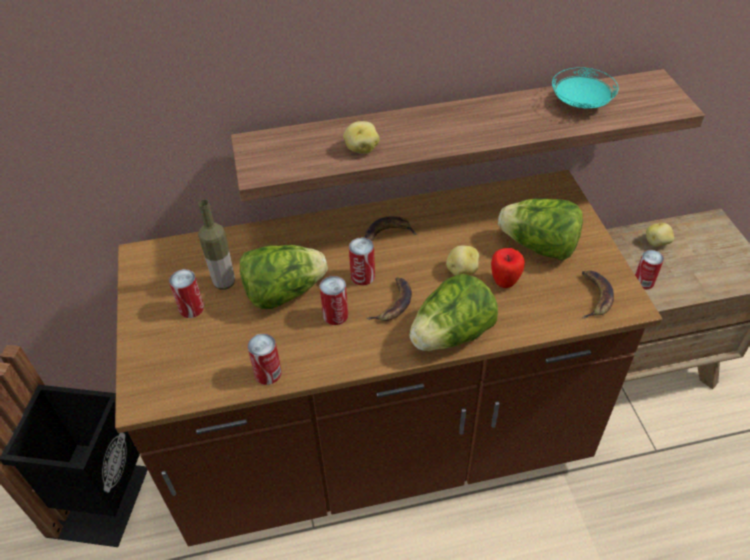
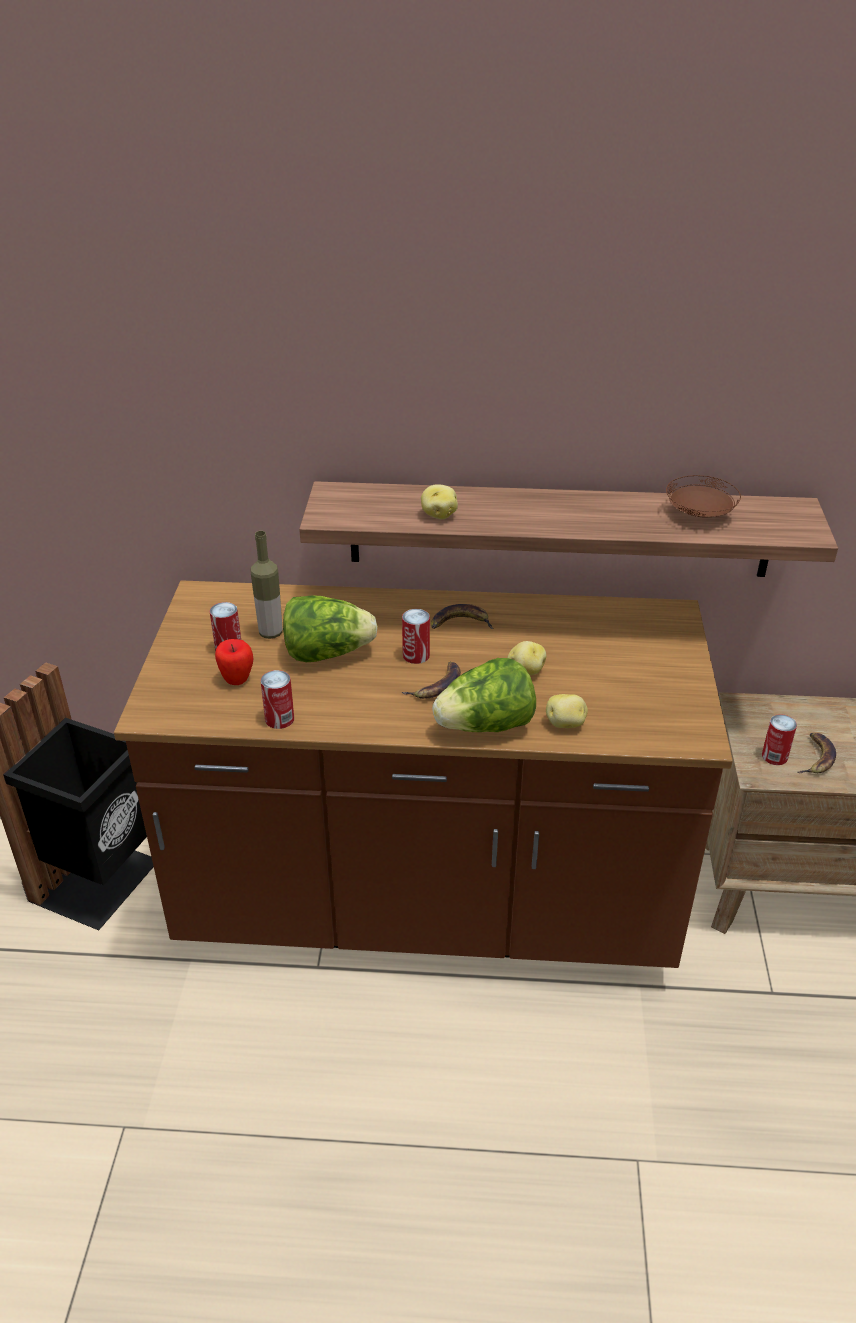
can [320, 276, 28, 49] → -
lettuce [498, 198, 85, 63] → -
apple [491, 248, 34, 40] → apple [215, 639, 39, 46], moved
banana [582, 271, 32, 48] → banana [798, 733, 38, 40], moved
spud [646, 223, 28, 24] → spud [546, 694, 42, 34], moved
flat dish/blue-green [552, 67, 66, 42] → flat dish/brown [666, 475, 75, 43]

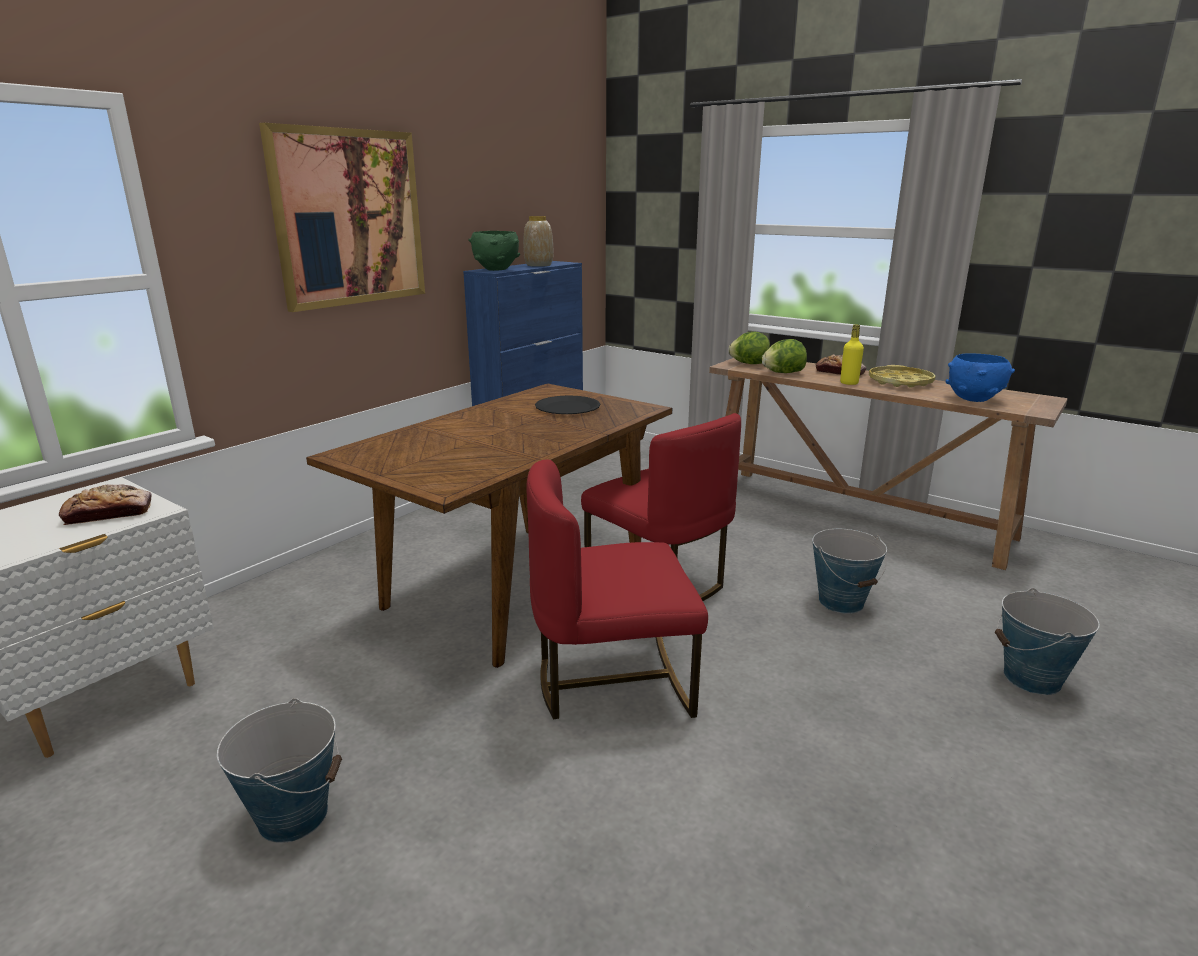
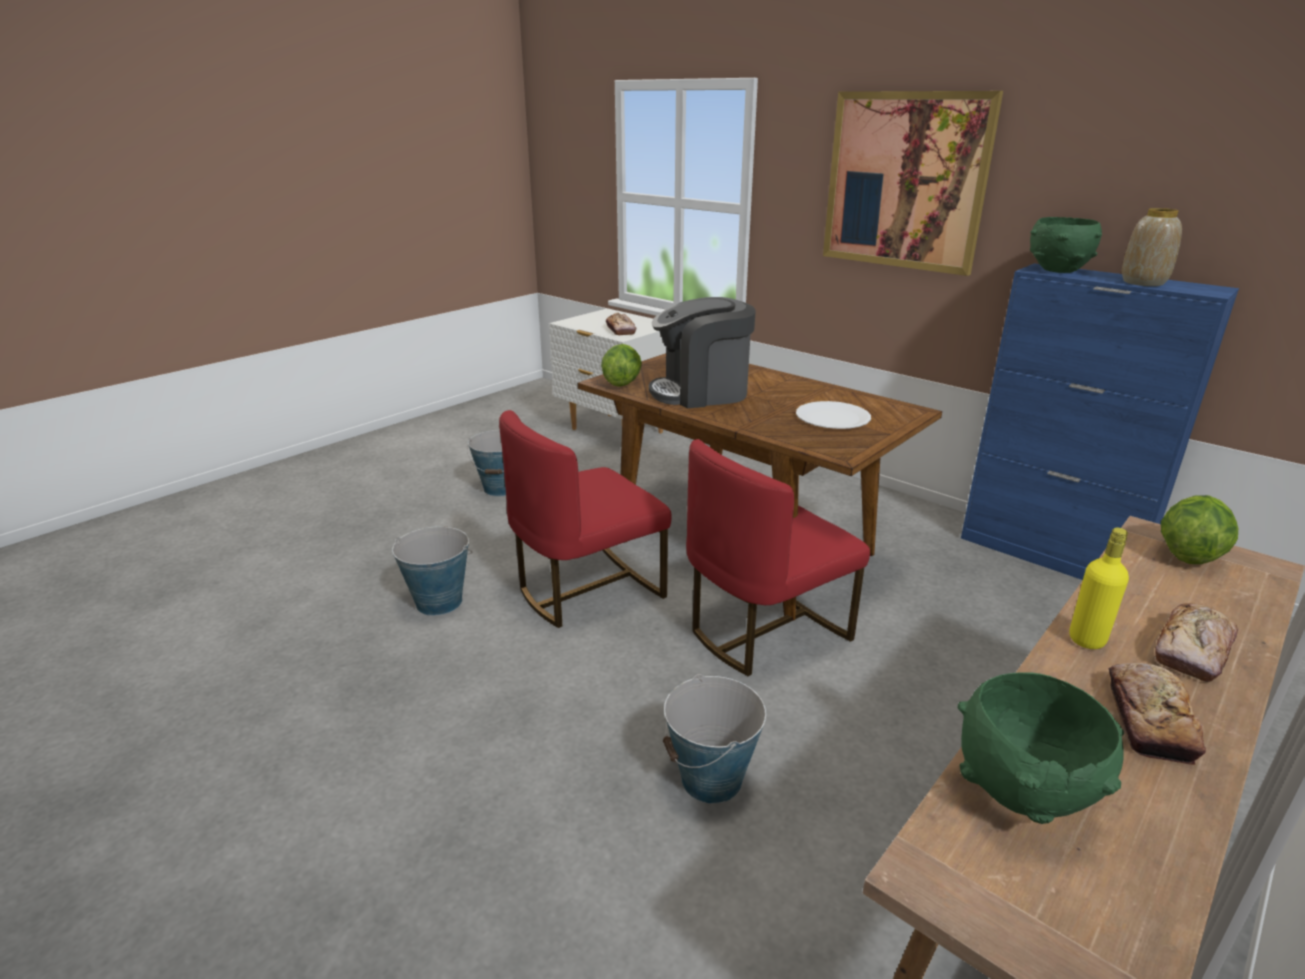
- → coffee machine [649, 297, 107, 111]
lettuce [762, 339, 45, 34] → lettuce [601, 344, 41, 43], moved
water bucket [995, 588, 105, 107] → water bucket [392, 526, 81, 90], moved
serving tray/yellowish [869, 365, 67, 23] → bread [1109, 663, 97, 102]
flat dish/blackish [535, 395, 65, 19] → flat dish/whitish [796, 401, 75, 28]
bowl/bluish [946, 353, 69, 49] → bowl/green [957, 672, 167, 152]
plain chair/red [527, 460, 181, 259] → plain chair/red [499, 410, 173, 218], 120 degrees counterclockwise

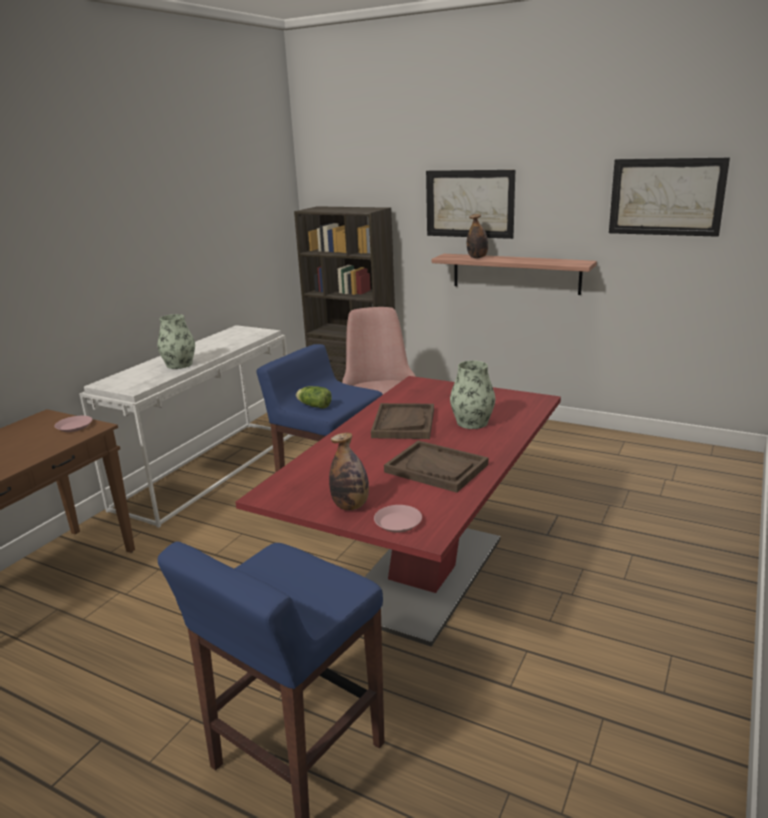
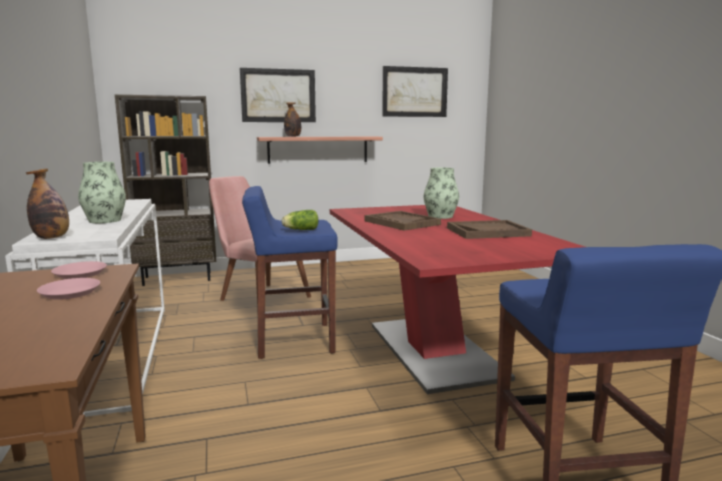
drink bottle [329, 433, 40, 77] → drink bottle [26, 168, 43, 71], moved
flat dish/pink-coloured [374, 505, 48, 27] → flat dish/pink-coloured [37, 278, 63, 22], moved

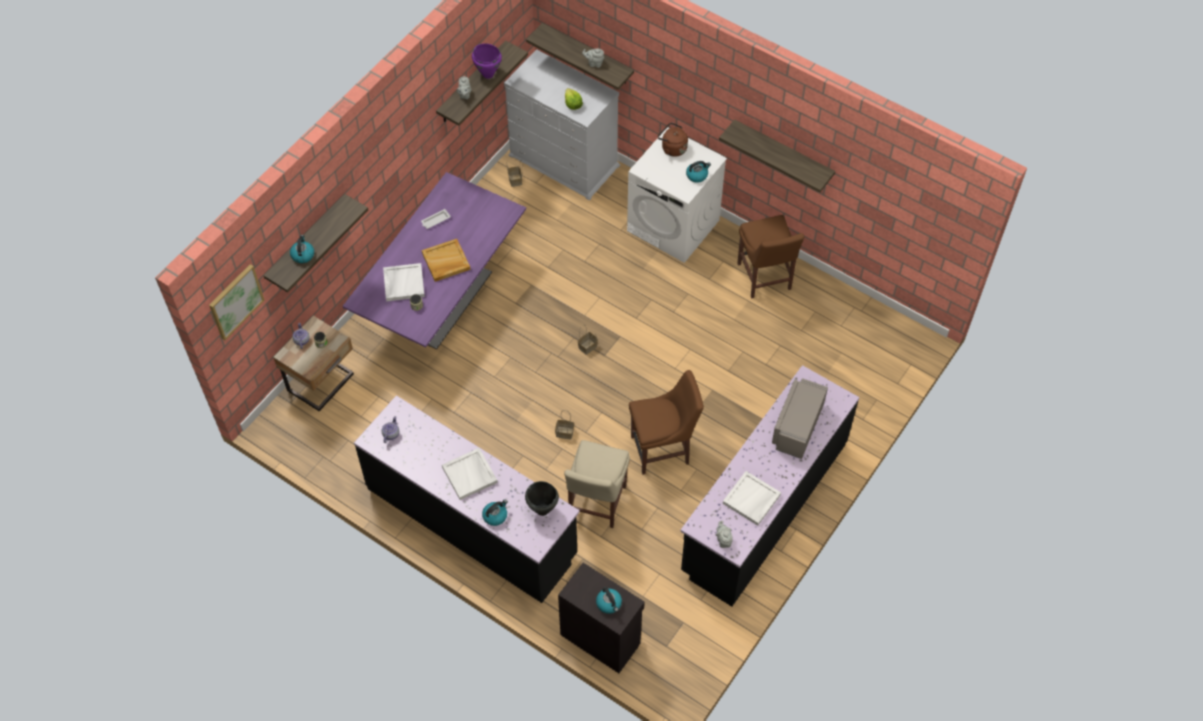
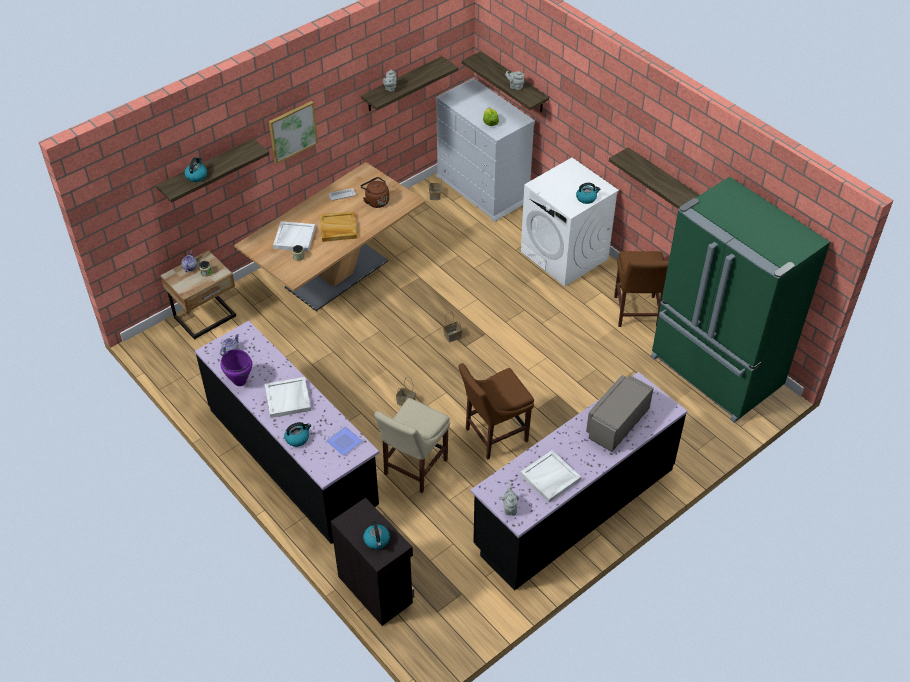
- → refrigerator/green [650, 177, 180, 246]
picture [209, 264, 55, 76] → picture [269, 101, 49, 63], moved
saucepot/purplish [472, 43, 30, 36] → saucepot/purplish [220, 349, 32, 37], moved
tea kettle/brown [658, 122, 30, 35] → tea kettle/brown [361, 177, 28, 31], moved
saucepot/blackish [525, 481, 34, 35] → flat dish [326, 426, 36, 30]
dinner table/purplish [343, 172, 183, 178] → dinner table/beige-coloured [234, 162, 192, 149]
plain chair/brown [629, 370, 75, 105] → plain chair/brown [458, 363, 76, 96], 150 degrees clockwise

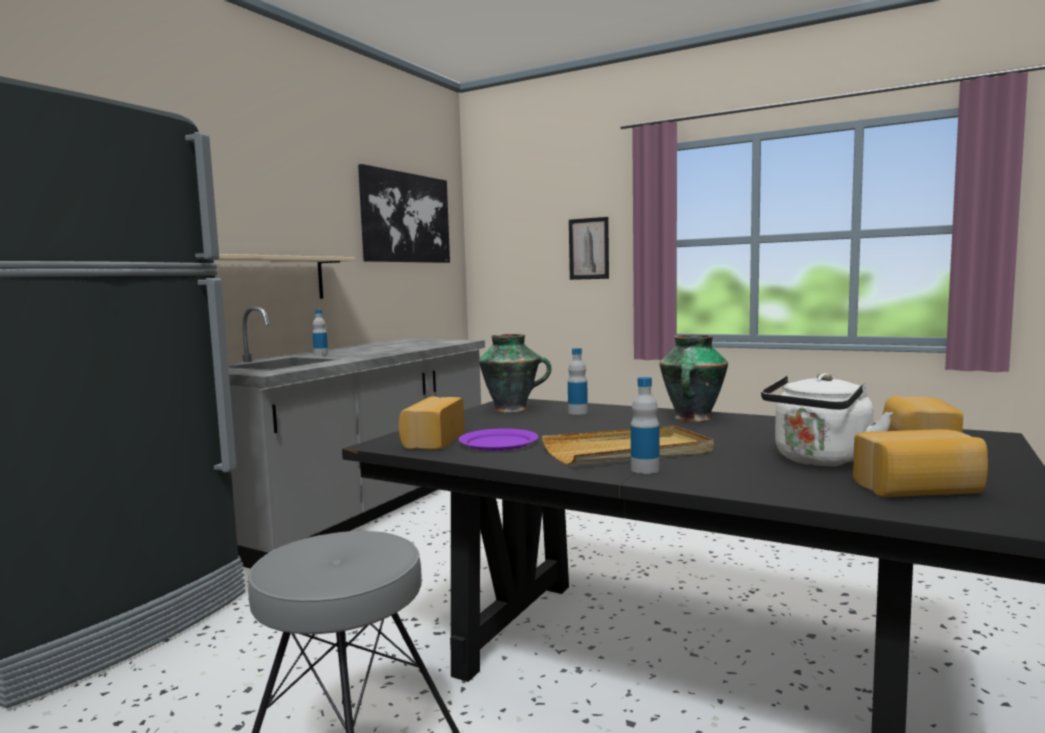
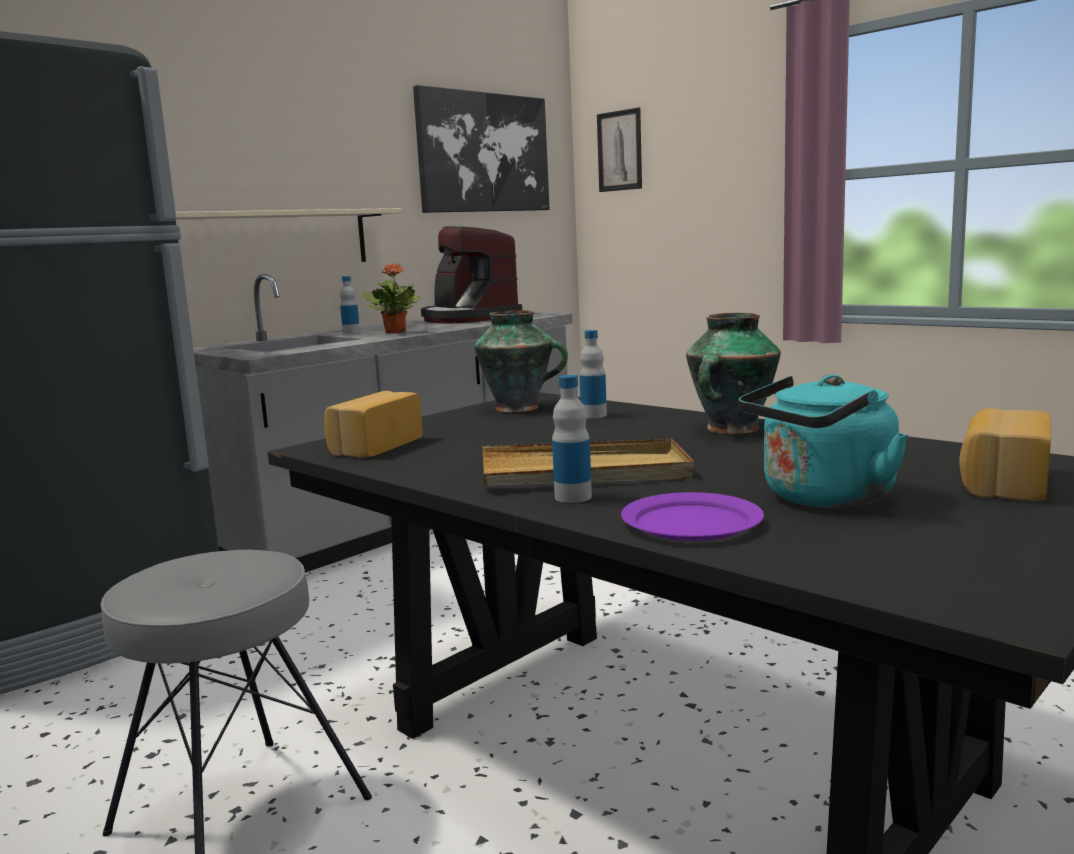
bread [853, 429, 135, 68] → -
- → potted plant [363, 263, 56, 70]
- → coffee machine [421, 226, 101, 97]
flat dish/purplish [458, 429, 80, 22] → flat dish/purplish [621, 492, 143, 49], moved
picture [569, 217, 40, 63] → picture [597, 107, 45, 85], moved
tea kettle/whitish [761, 373, 132, 94] → tea kettle/blue-green [739, 374, 169, 134]

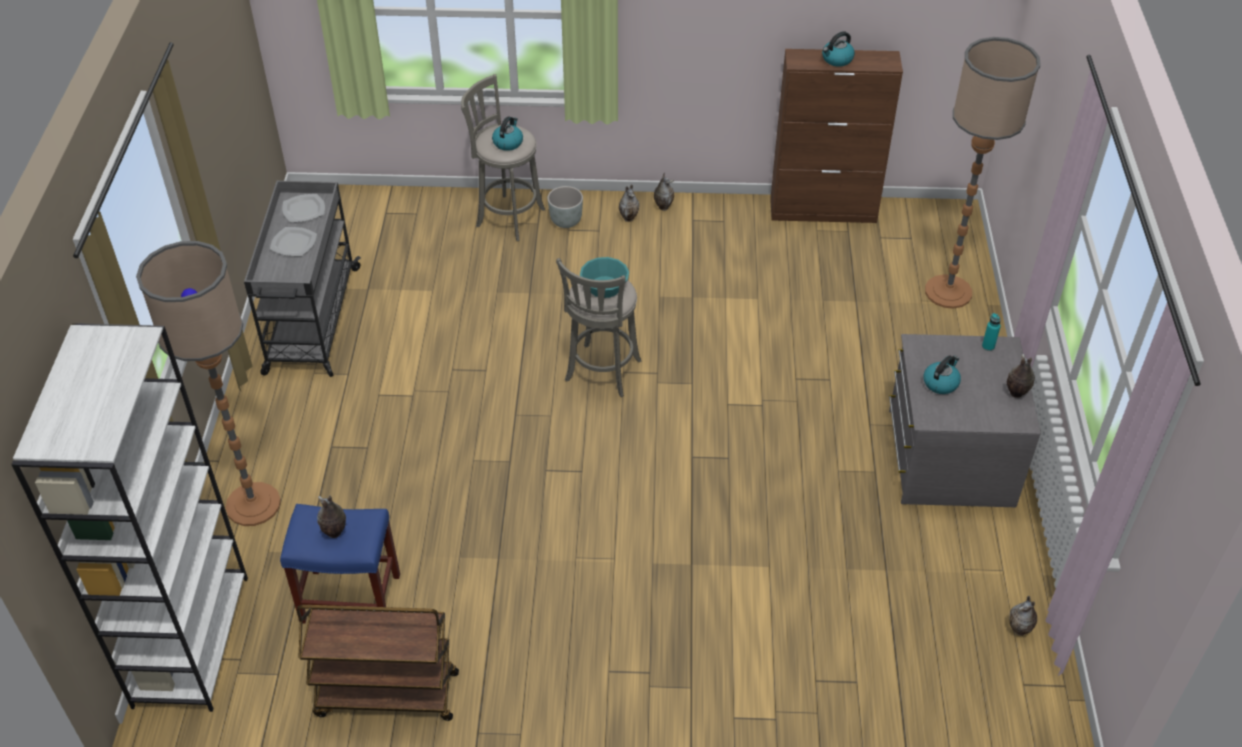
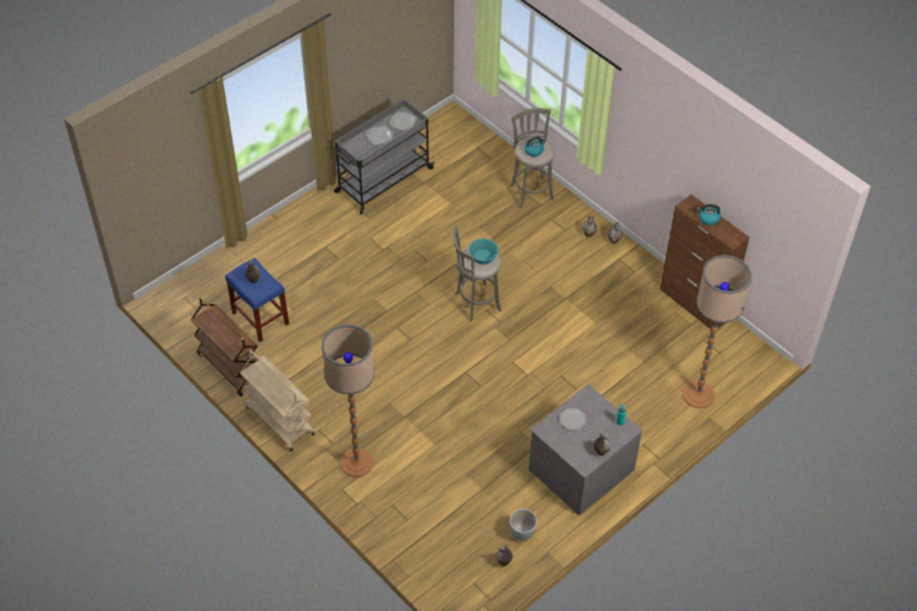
bookcase/whitish [11, 323, 237, 389] → -
- → cart/beige-coloured [240, 350, 75, 101]
standing lamp [136, 241, 145, 285] → standing lamp [322, 324, 52, 153], moved
flower pot/gray [548, 186, 35, 42] → flower pot/gray [510, 509, 27, 32], moved
tea kettle [923, 356, 38, 38] → flat dish [560, 408, 26, 22]

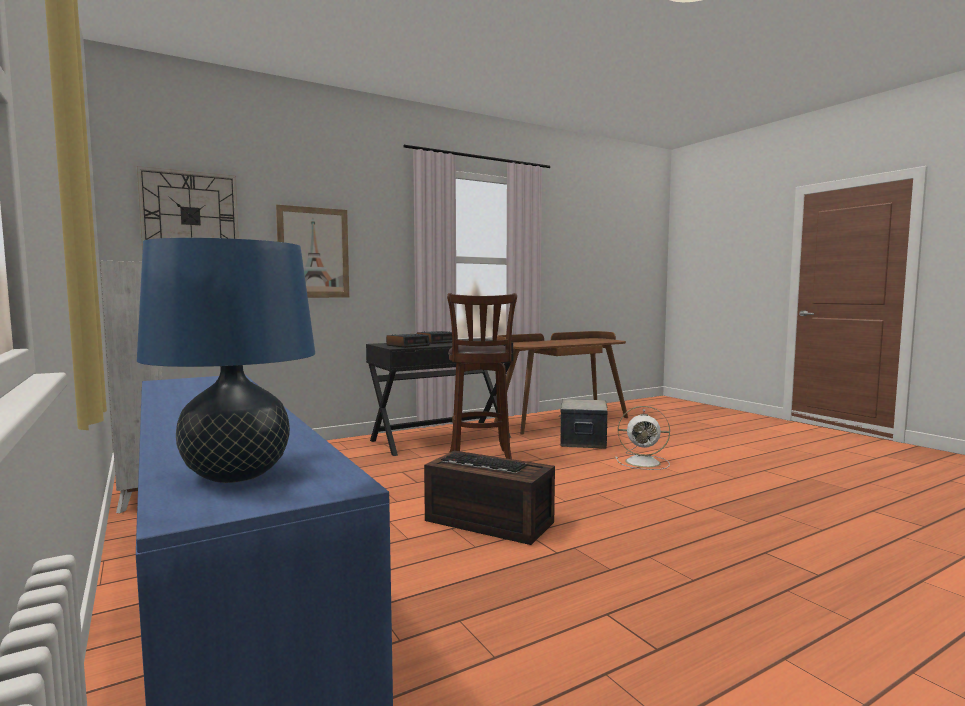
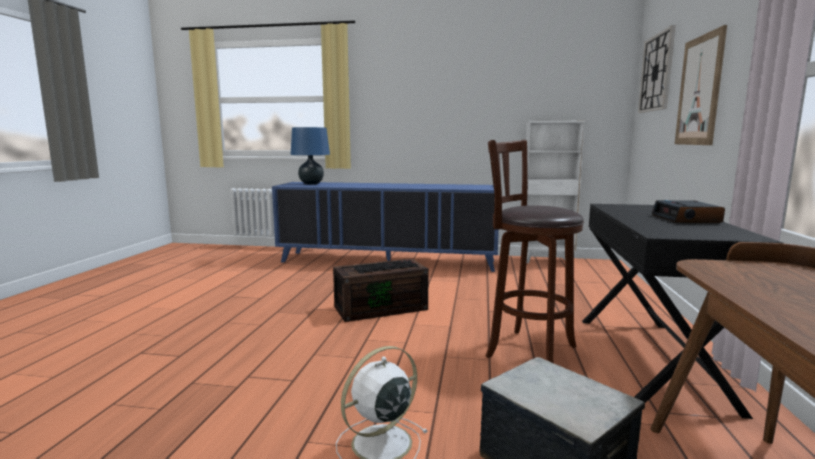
table clock [386, 334, 44, 14] → -

